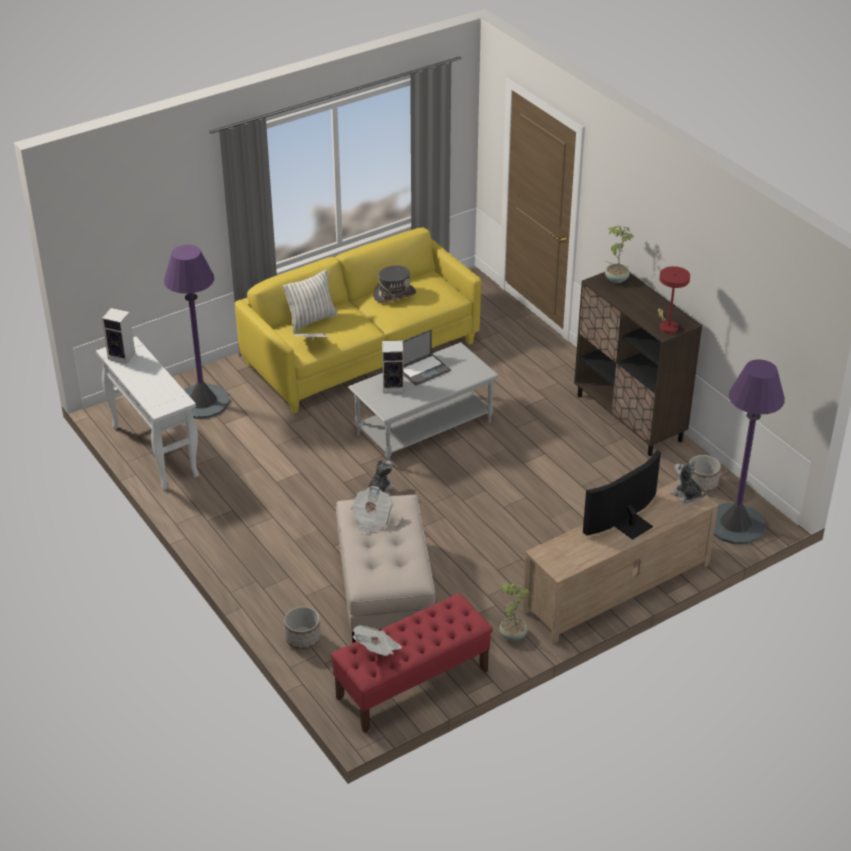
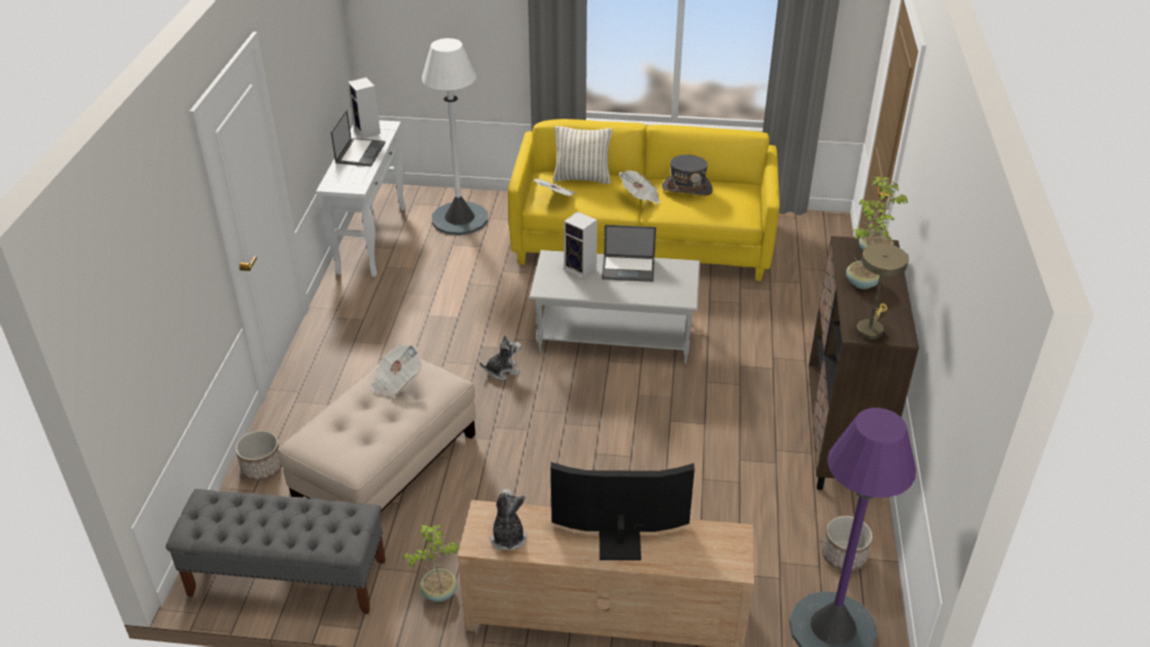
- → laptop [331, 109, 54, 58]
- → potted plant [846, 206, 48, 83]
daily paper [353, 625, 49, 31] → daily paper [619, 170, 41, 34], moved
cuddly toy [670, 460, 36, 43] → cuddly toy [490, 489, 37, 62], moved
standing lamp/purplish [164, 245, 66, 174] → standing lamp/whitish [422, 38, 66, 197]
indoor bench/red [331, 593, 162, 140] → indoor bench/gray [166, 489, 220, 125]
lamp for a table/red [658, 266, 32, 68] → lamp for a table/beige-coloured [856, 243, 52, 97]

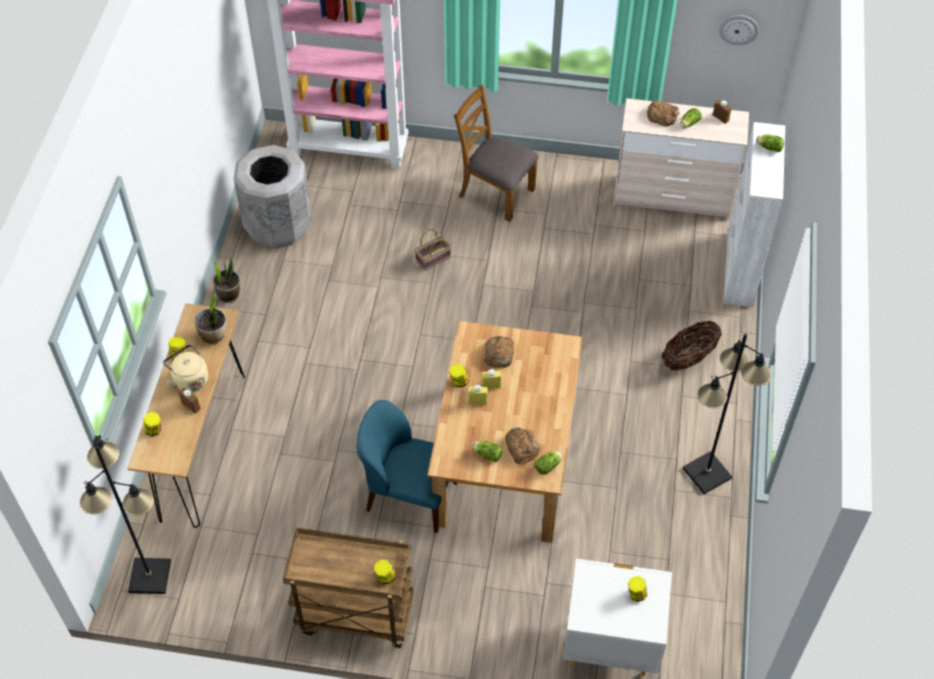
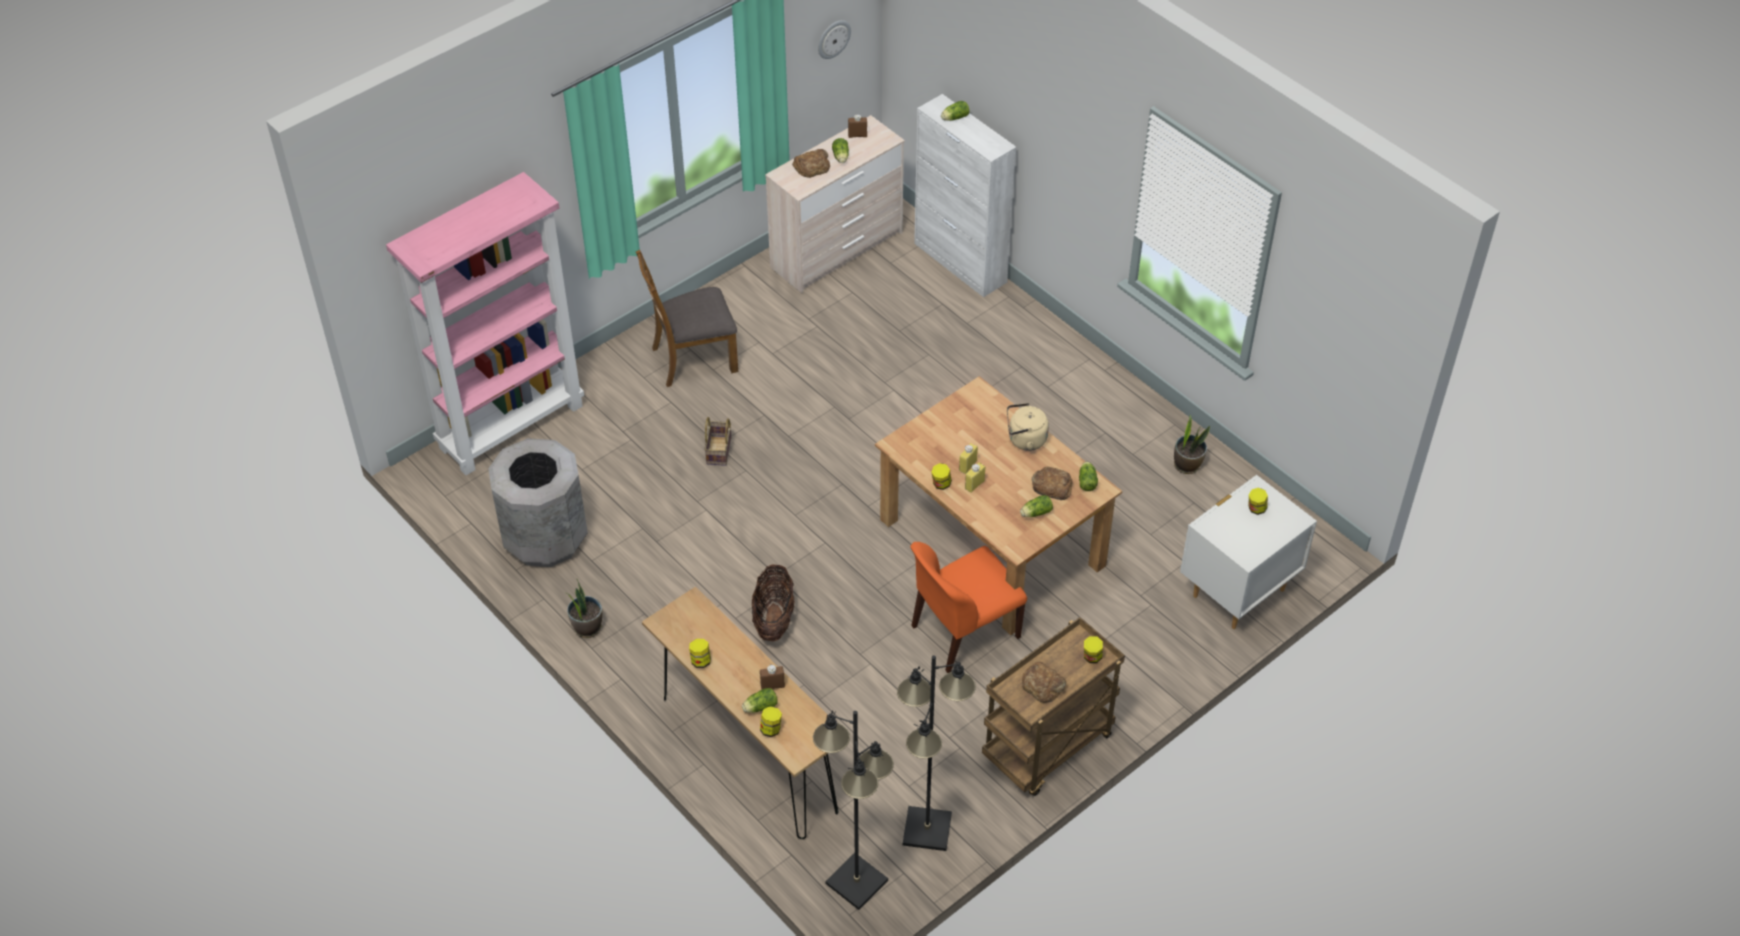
- → lettuce [742, 688, 36, 25]
tea kettle/beige-coloured [163, 344, 45, 48] → tea kettle/beige-coloured [1007, 403, 42, 48], moved
potted plant [195, 293, 31, 52] → potted plant [1174, 415, 36, 59], moved
bread [484, 336, 30, 32] → bread [1022, 662, 44, 41], moved
storage basket [662, 321, 60, 49] → storage basket [752, 564, 43, 77], moved
standing lamp/blackish [683, 333, 89, 161] → standing lamp/blackish [897, 655, 79, 196], moved
plain chair/bluish [356, 400, 101, 133] → plain chair/orangey [910, 542, 117, 131]

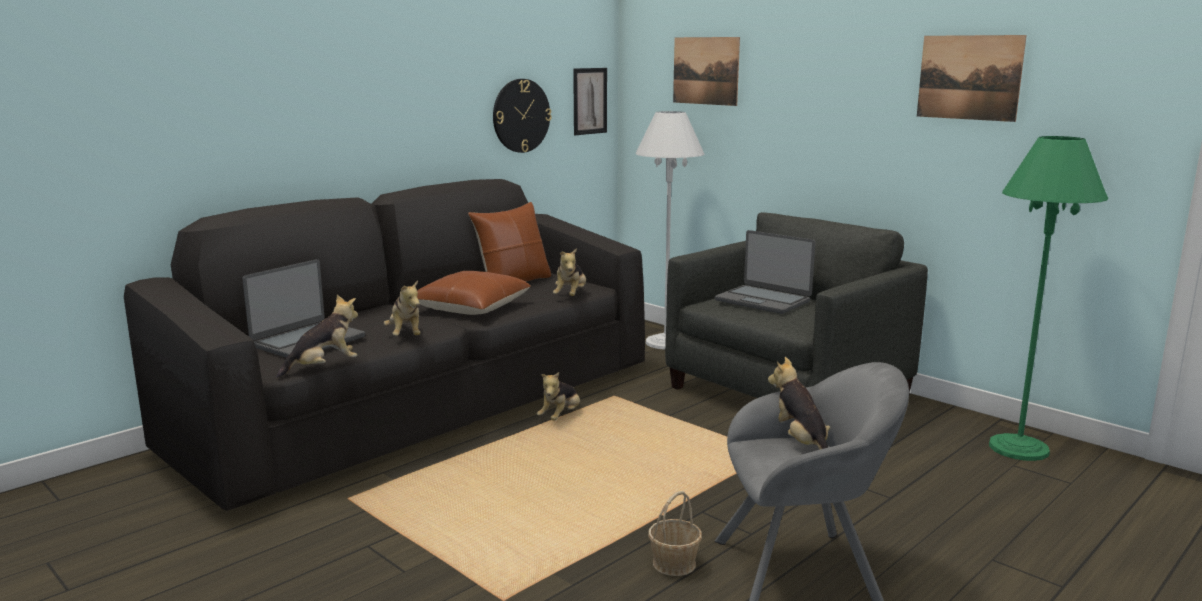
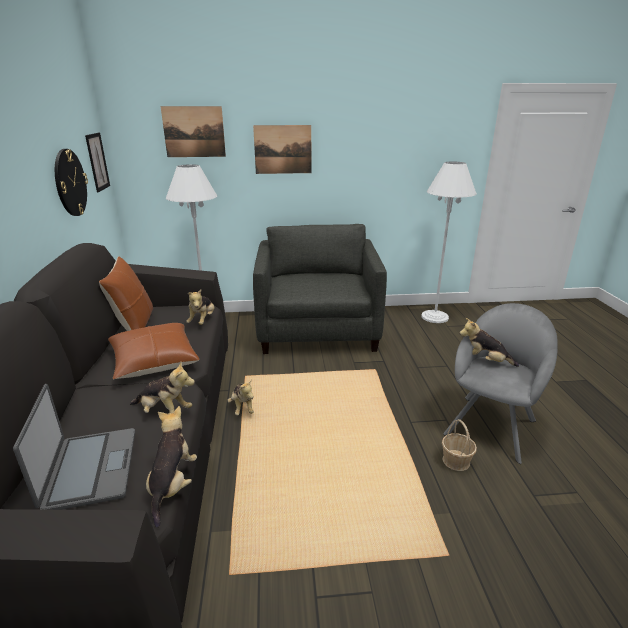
laptop [715, 230, 100, 84] → -
picture [917, 35, 110, 87] → picture [253, 125, 58, 49], moved
standing lamp/green [989, 136, 119, 325] → standing lamp/whitish [421, 162, 56, 161]
cuddly toy [553, 248, 33, 48] → cuddly toy [186, 289, 29, 36], 45 degrees clockwise

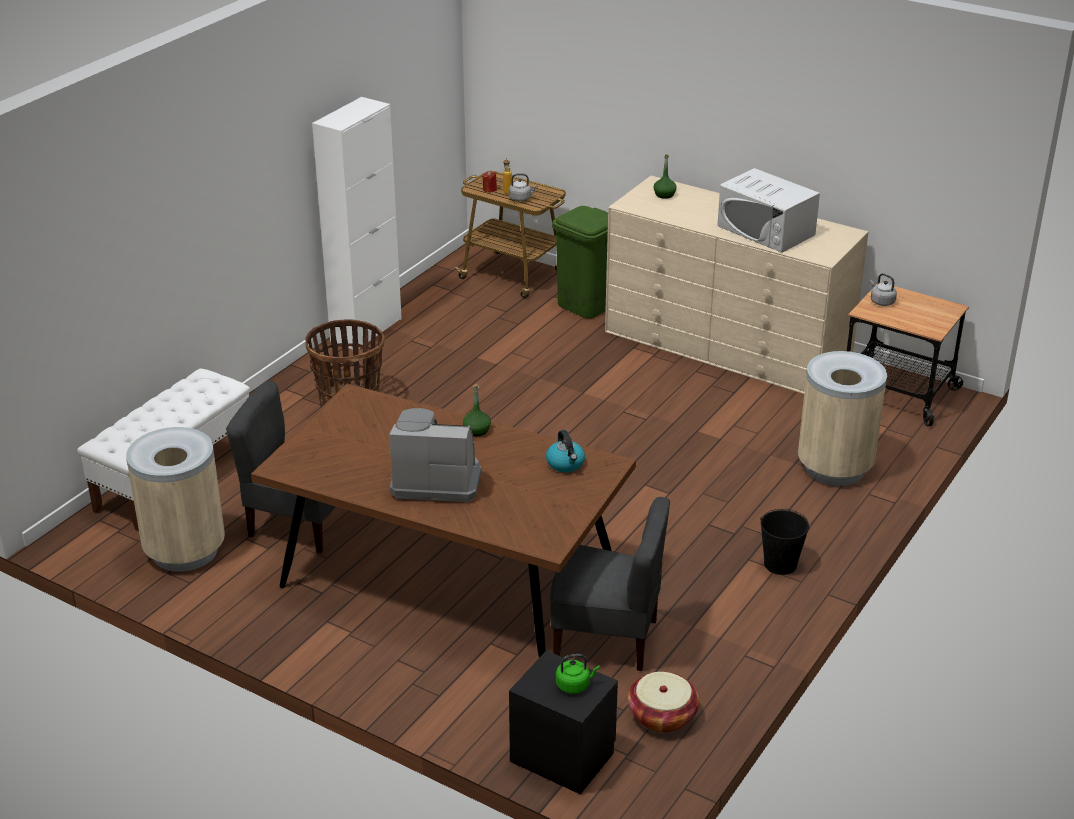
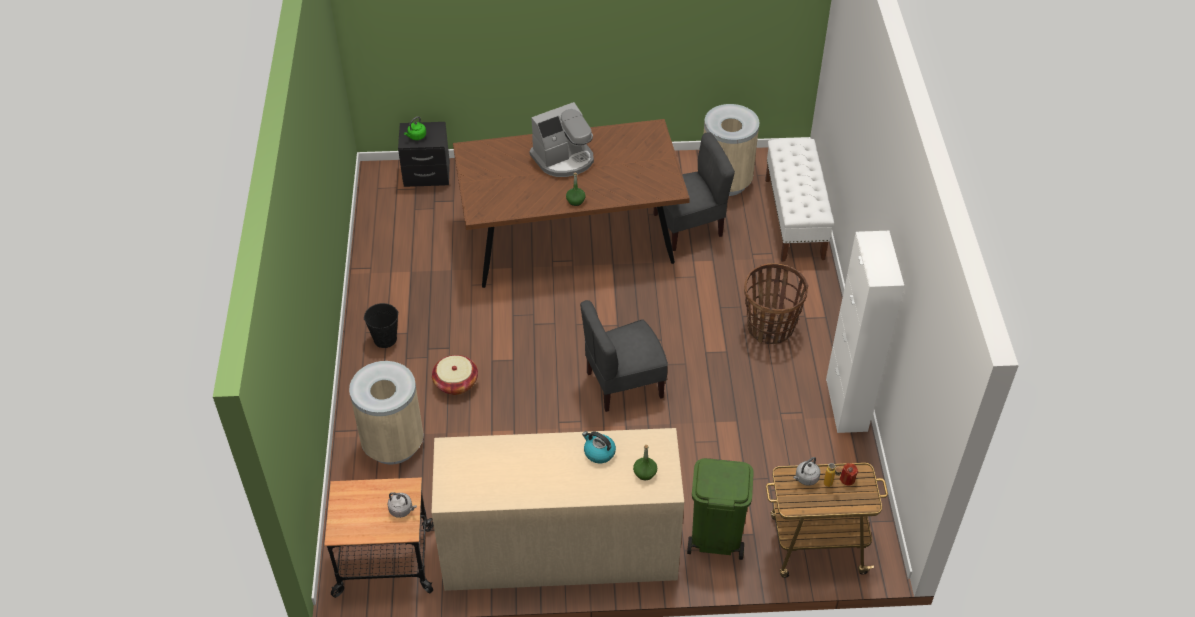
kitchen microwave/whitish [717, 168, 103, 85] → -
tea kettle [546, 430, 39, 42] → tea kettle [582, 431, 34, 32], moved
plain chair/gray [550, 497, 120, 174] → plain chair/gray [580, 300, 88, 112], moved
storage basket [627, 672, 72, 61] → storage basket [432, 355, 46, 40], moved

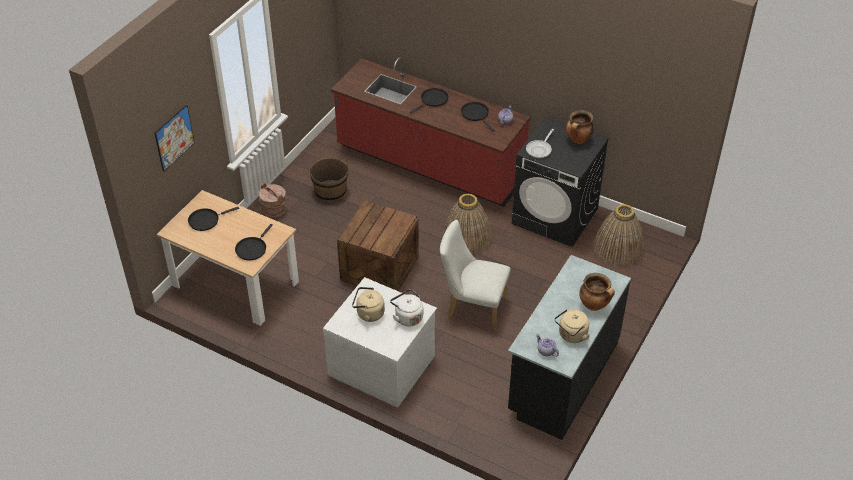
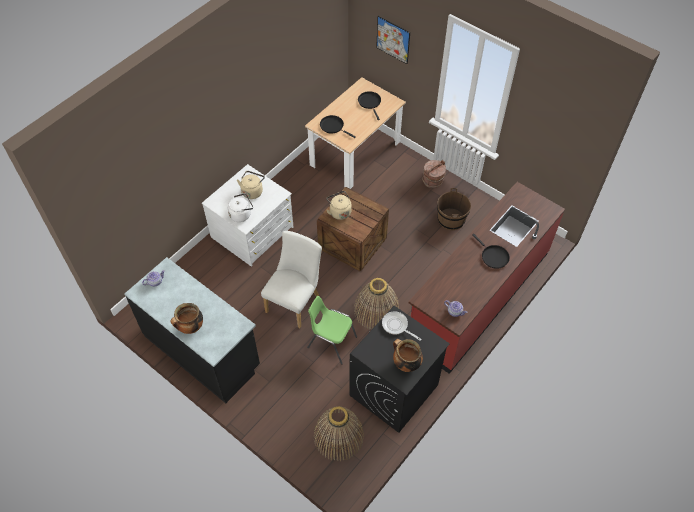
pan/blackish [461, 102, 34, 29] → -
- → plain chair/green [307, 296, 50, 68]
tea kettle/beige-coloured [554, 309, 36, 34] → tea kettle/beige-coloured [326, 191, 26, 29], moved

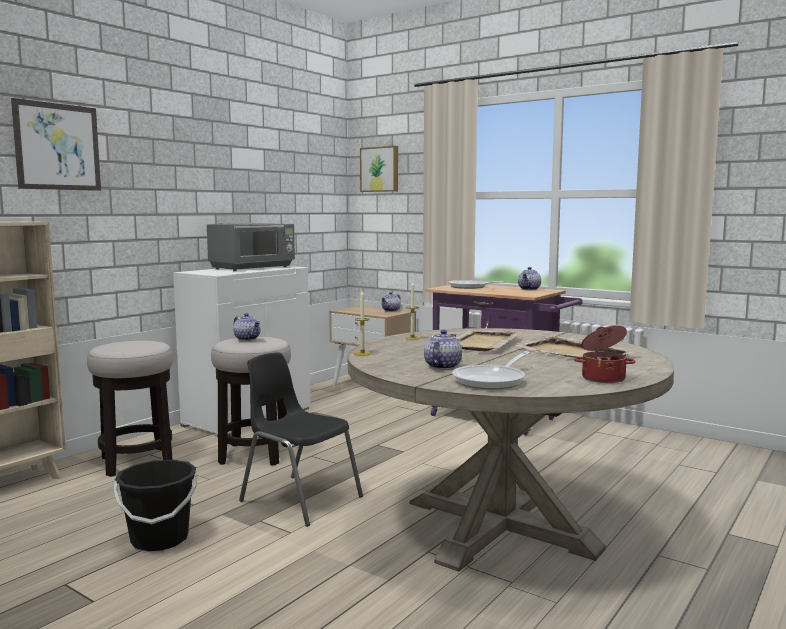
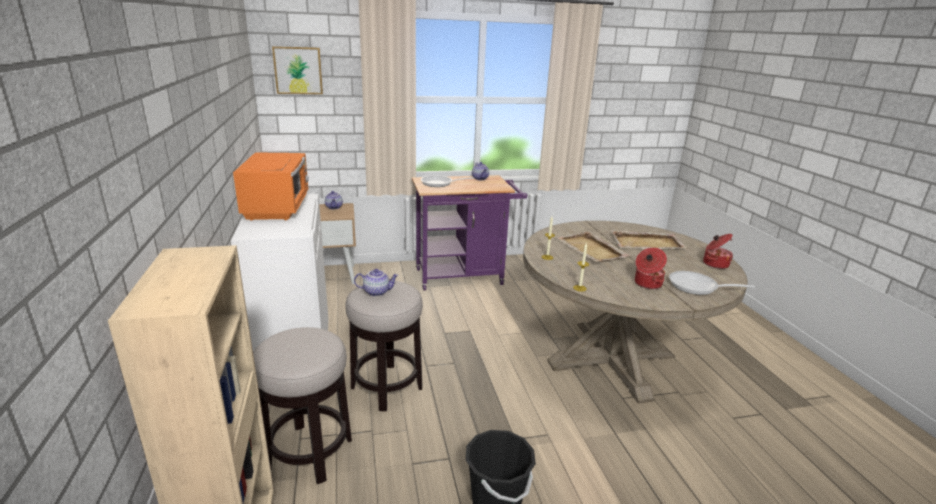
picture [11, 98, 90, 93] → -
plain chair/blackish [239, 353, 124, 174] → -
pot for tea [424, 330, 38, 39] → saucepot [635, 248, 32, 41]
kitchen microwave/gray [207, 223, 88, 48] → kitchen microwave/orangey [233, 152, 76, 69]
pan [452, 351, 78, 39] → pan [669, 271, 86, 24], 120 degrees clockwise

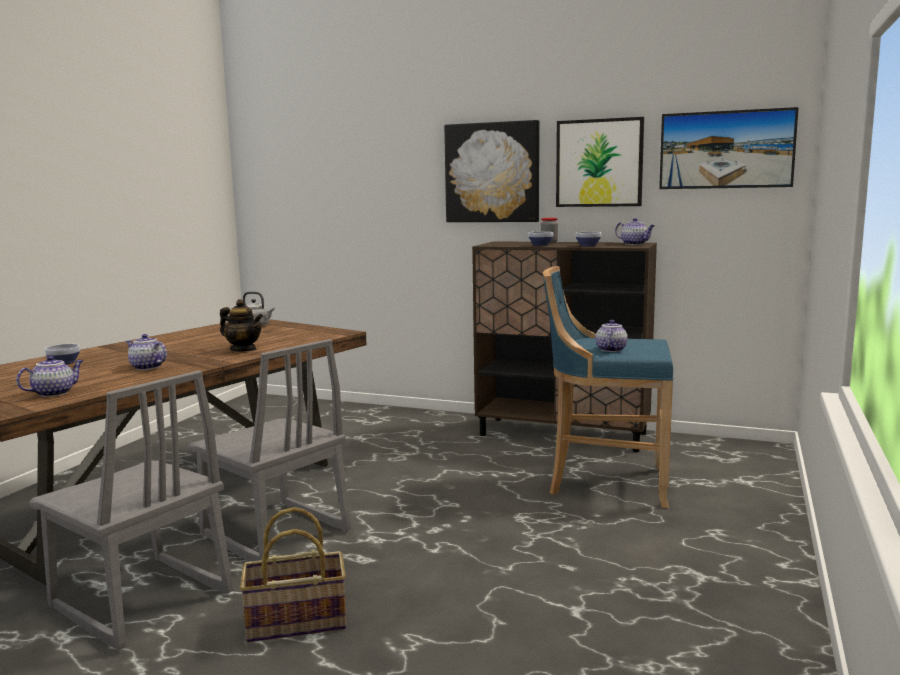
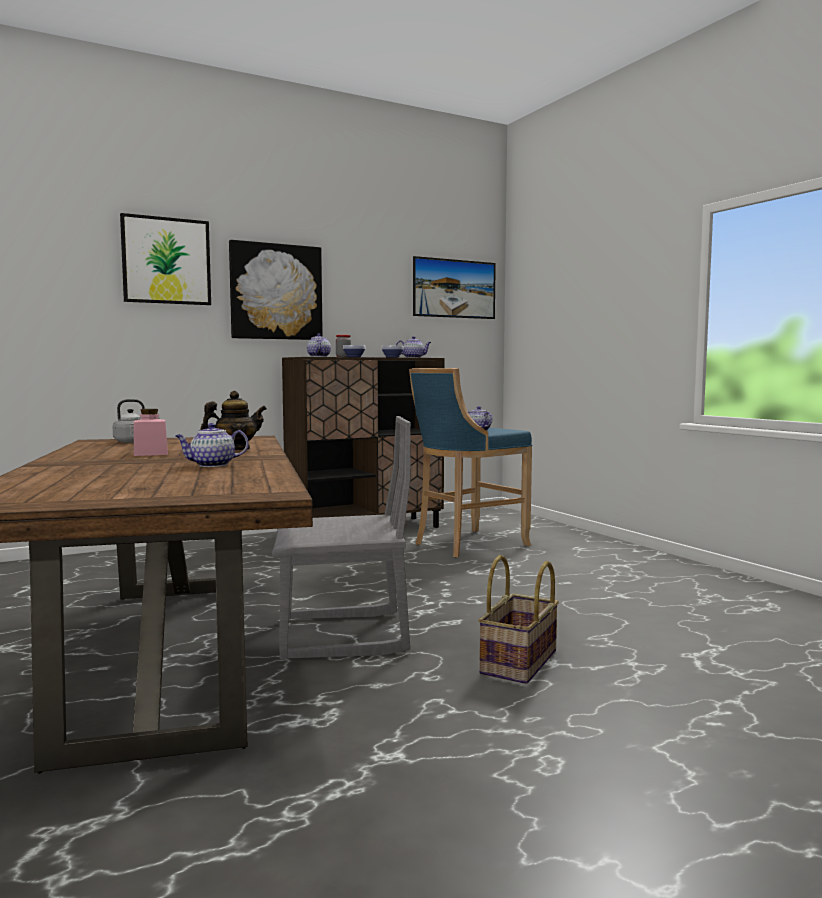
plain chair/gray [29, 370, 204, 280] → -
bowl [45, 344, 35, 21] → -
- → preserve jar/pink-coloured [134, 409, 34, 47]
pot for tea [16, 356, 68, 41] → pot for tea [307, 333, 24, 24], moved
picture [556, 117, 88, 90] → picture [120, 213, 91, 92], moved

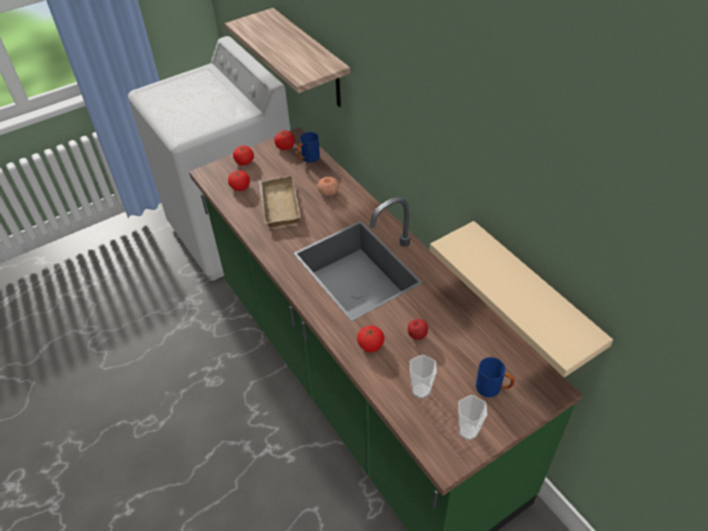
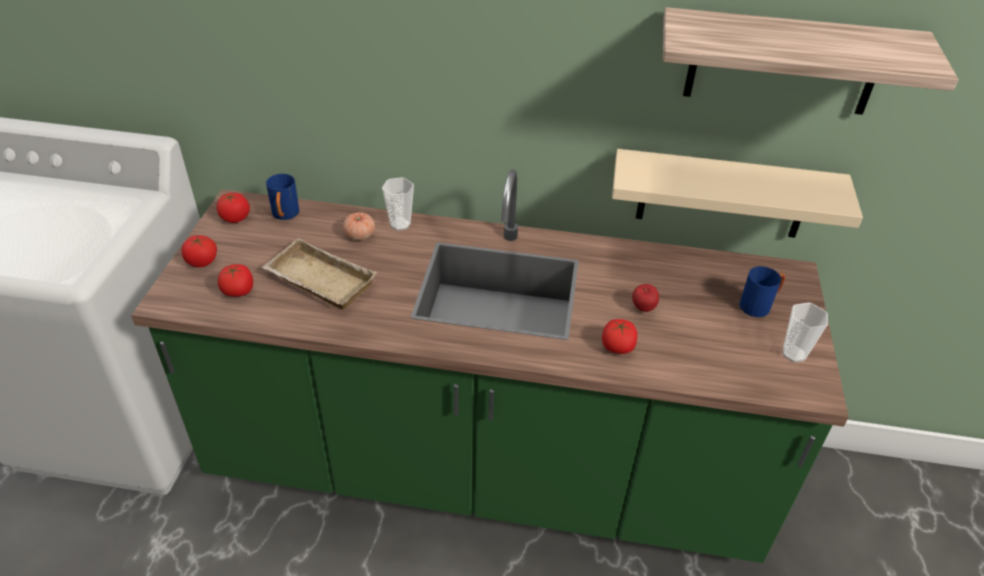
wall shelf [225, 8, 125, 99] → wall shelf [663, 7, 296, 108], moved
small cup [410, 355, 27, 44] → small cup [382, 177, 32, 54], moved

